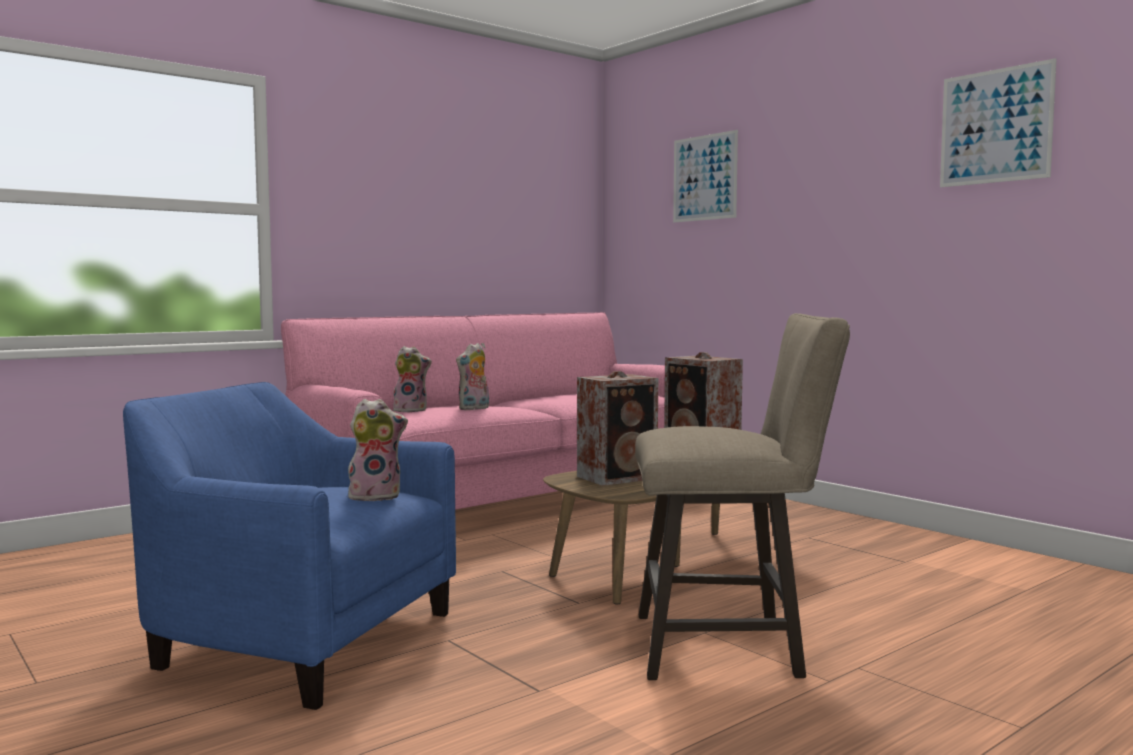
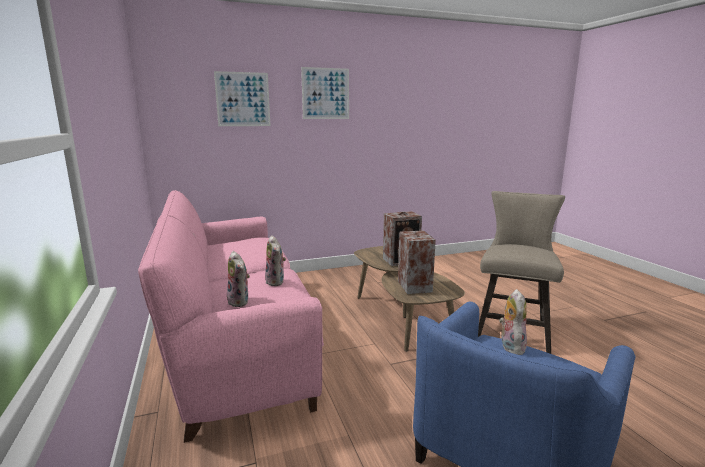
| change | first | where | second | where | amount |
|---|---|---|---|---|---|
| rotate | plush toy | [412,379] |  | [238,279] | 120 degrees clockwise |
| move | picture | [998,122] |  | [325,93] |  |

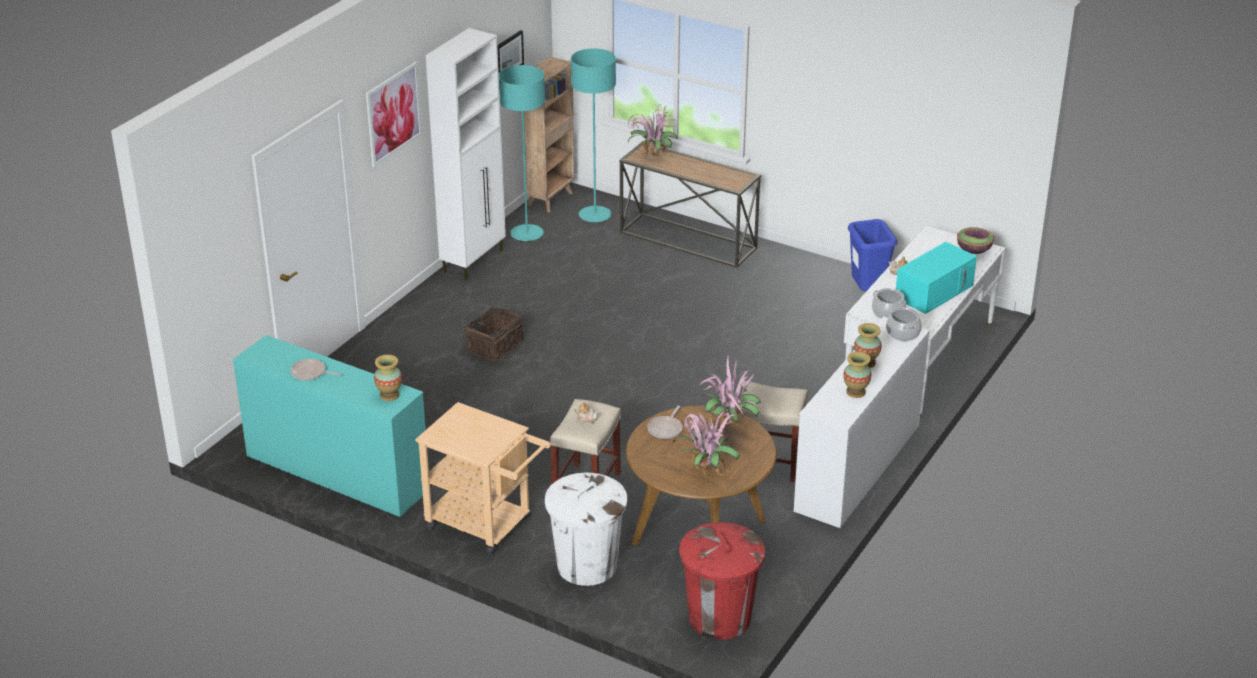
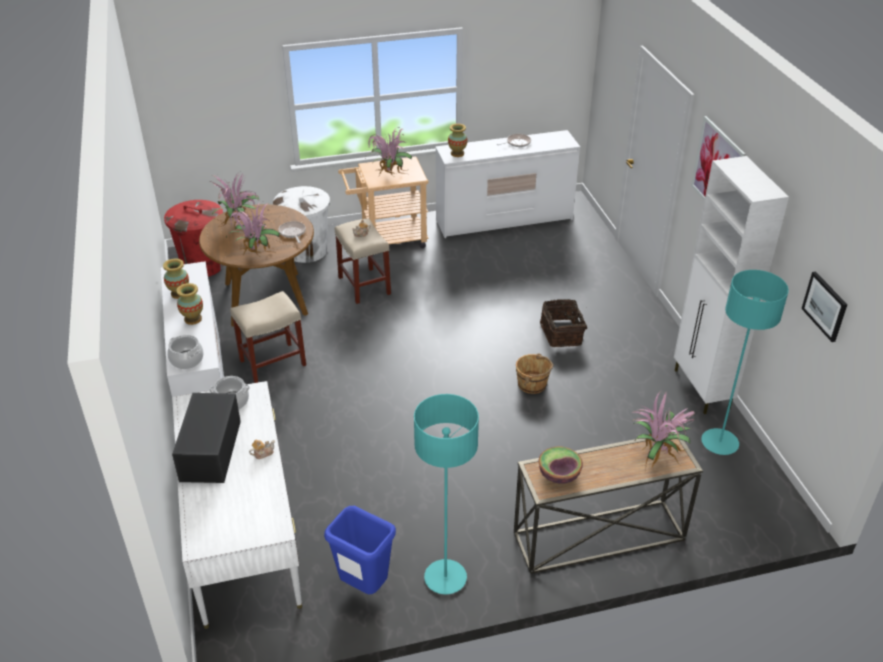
| change | first | where | second | where | amount |
|---|---|---|---|---|---|
| recolor | microwave (turquoise) | [936,278] | microwave (black) | [206,438] |  |
| insert |  |  | potted plant | [388,151] |  |
| move | floor lamp (turquoise) | [593,135] |  | [446,494] |  |
| recolor | dresser (turquoise) | [329,426] | dresser (white) | [507,184] |  |
| insert |  |  | bucket (brown) | [534,373] |  |
| move | bowl | [975,240] |  | [561,465] |  |
| delete | bookcase (brown) | [549,134] |  |  |  |

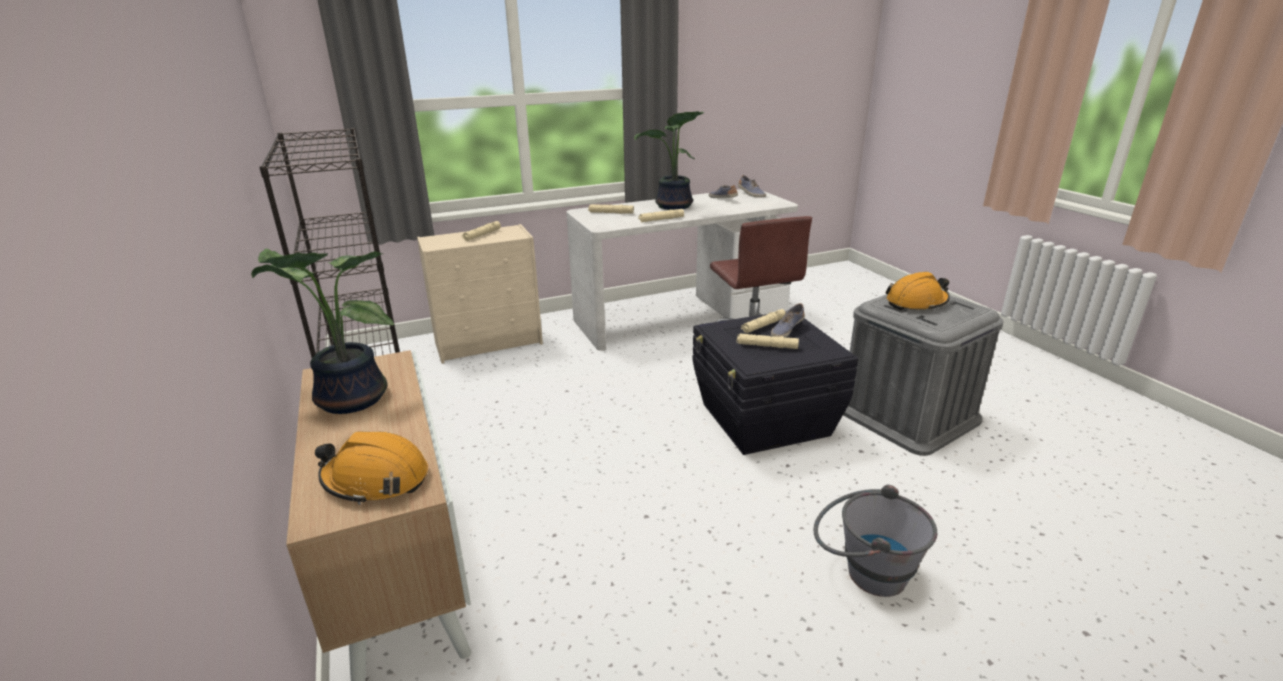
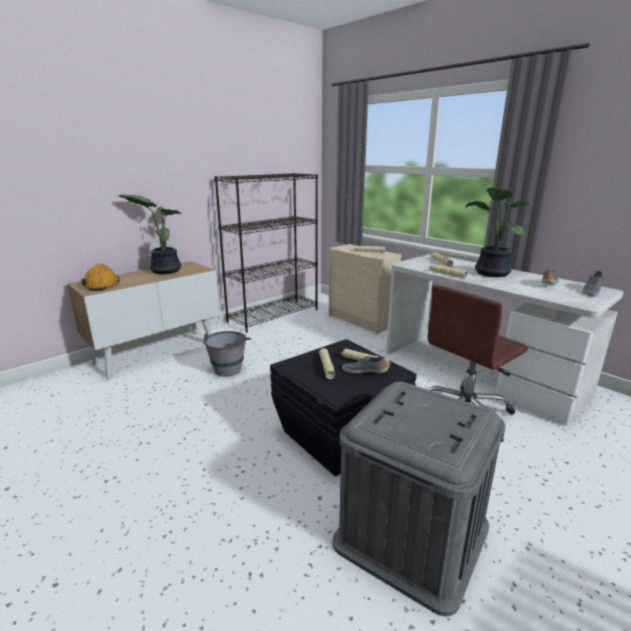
| change | first | where | second | where | amount |
|---|---|---|---|---|---|
| move | bucket (grey) | [875,541] |  | [227,354] |  |
| delete | hard hat (orange) | [917,291] |  |  |  |

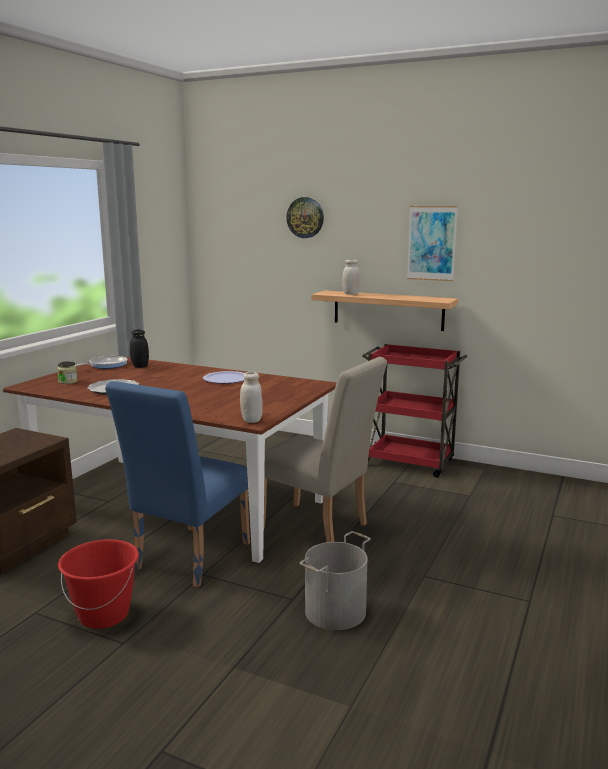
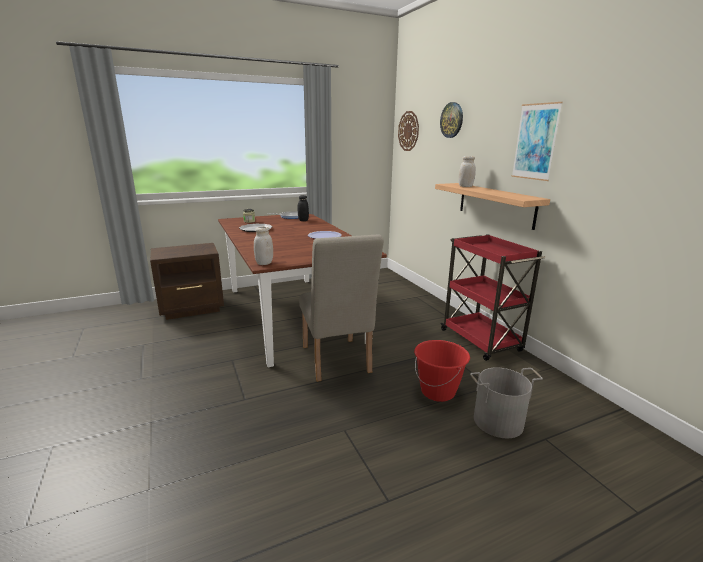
| change | first | where | second | where | amount |
|---|---|---|---|---|---|
| insert |  |  | wall clock | [408,131] |  |
| move | bucket (red) | [98,584] |  | [442,371] |  |
| move | bucket (grey) | [335,580] |  | [506,402] |  |
| delete | chair (blue) | [177,484] |  |  |  |

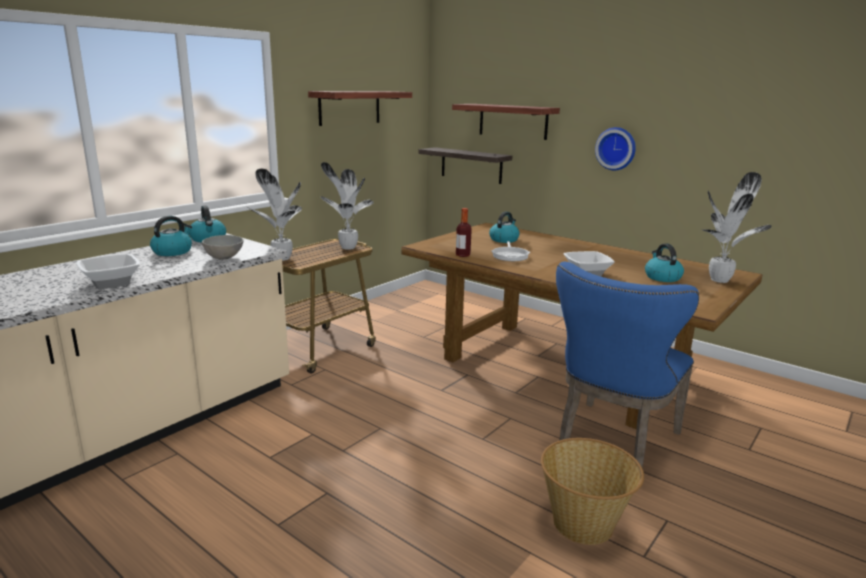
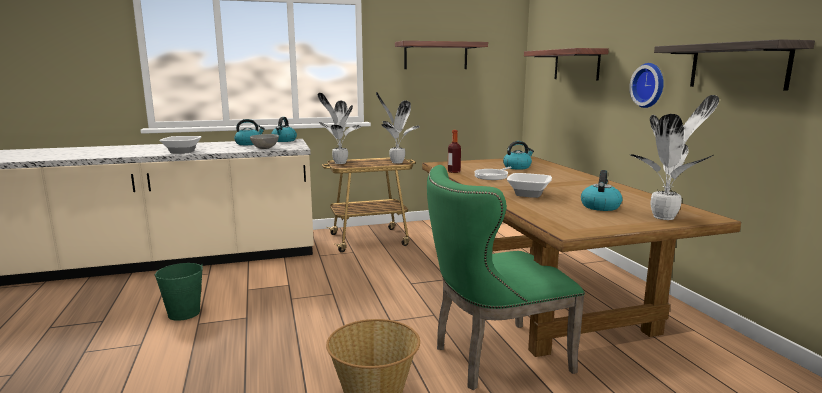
| change | first | where | second | where | amount |
|---|---|---|---|---|---|
| insert |  |  | bucket (green) | [178,292] |  |
| recolor | chair (blue) | [627,371] | chair (green) | [506,277] |  |
| move | shelf | [465,165] |  | [734,65] |  |

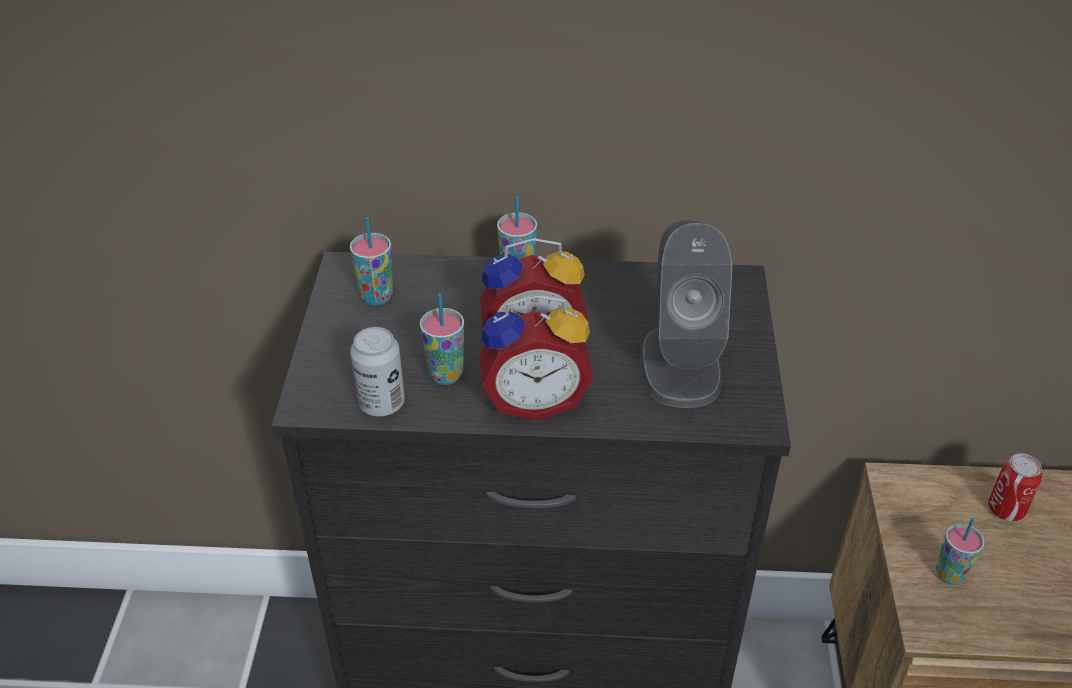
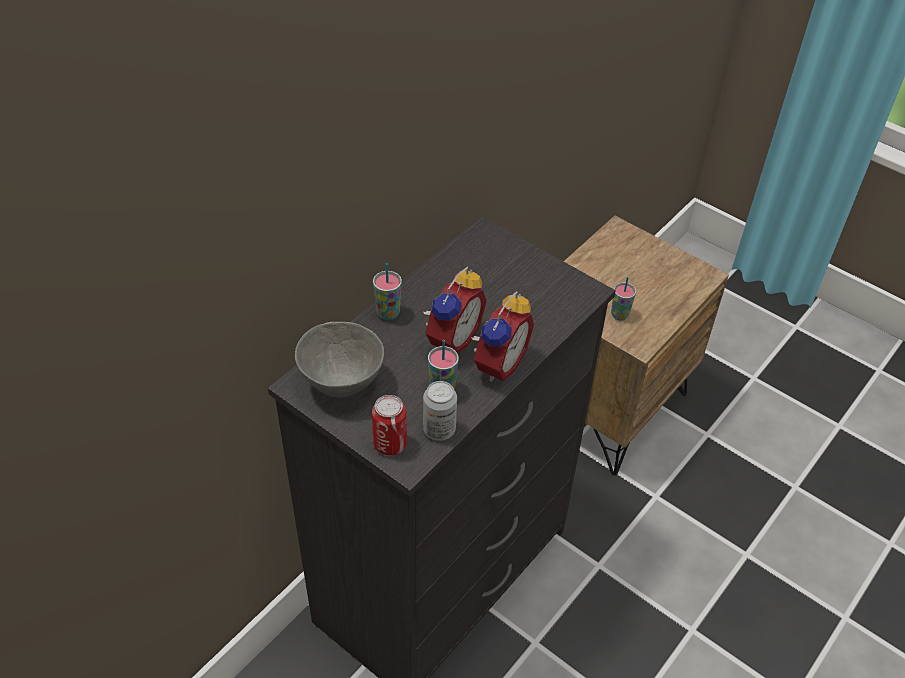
| change | first | where | second | where | amount |
|---|---|---|---|---|---|
| replace | cup | [371,261] | bowl (grey) | [339,359] |  |
| move | can | [1015,487] |  | [389,425] |  |
| delete | speaker (grey) | [686,314] |  |  |  |

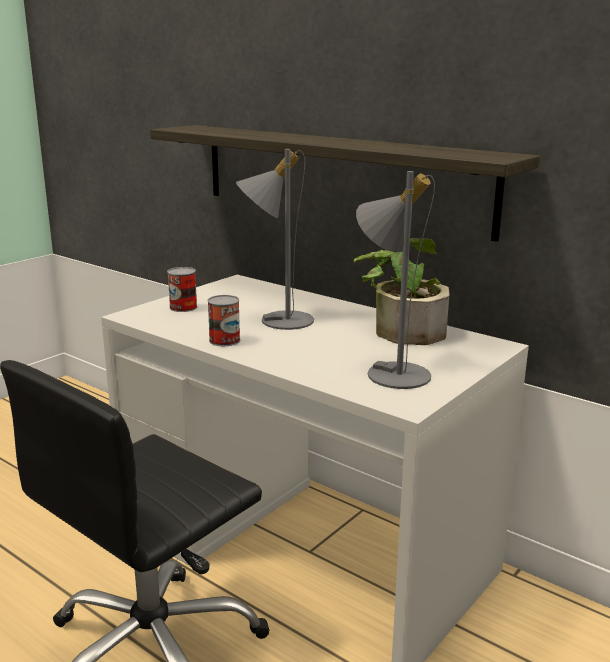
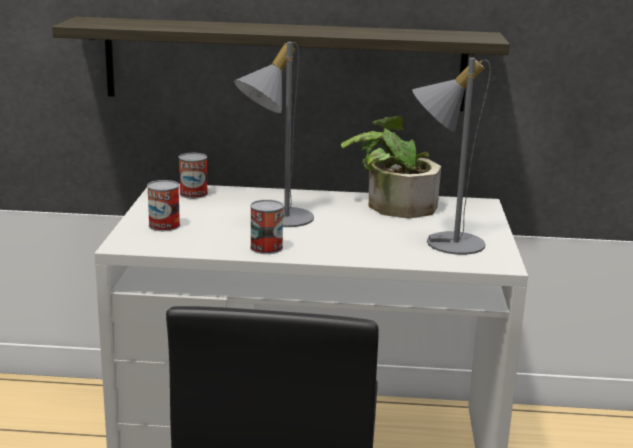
| change | first | where | second | where | amount |
|---|---|---|---|---|---|
| insert |  |  | can | [193,176] |  |

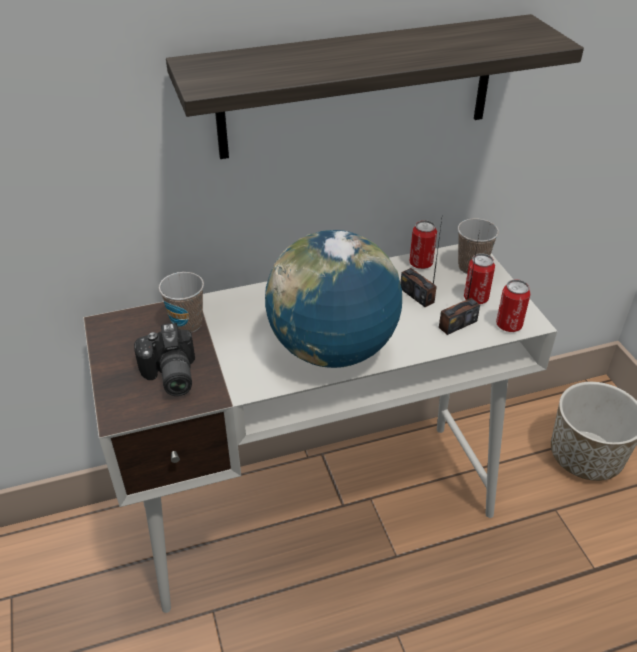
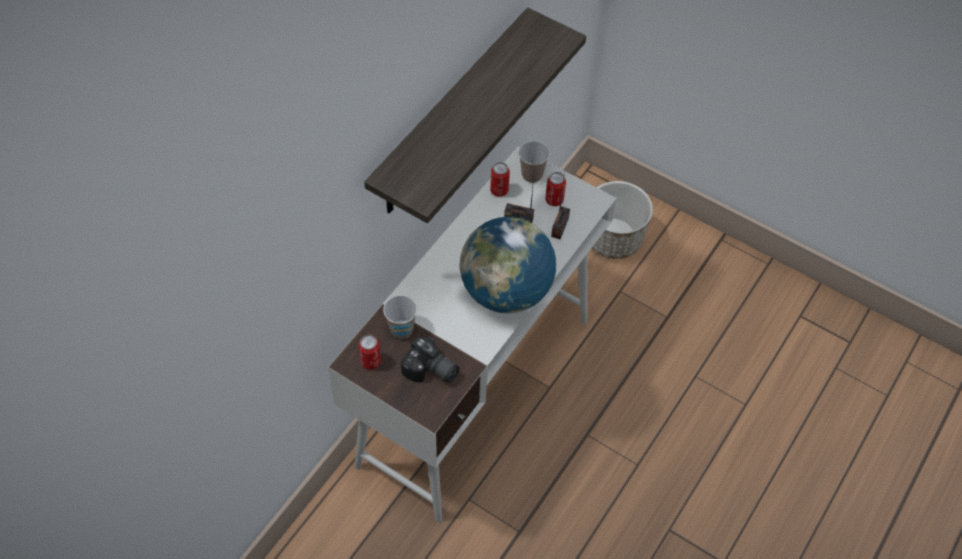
| change | first | where | second | where | amount |
|---|---|---|---|---|---|
| move | can | [513,305] |  | [369,352] |  |

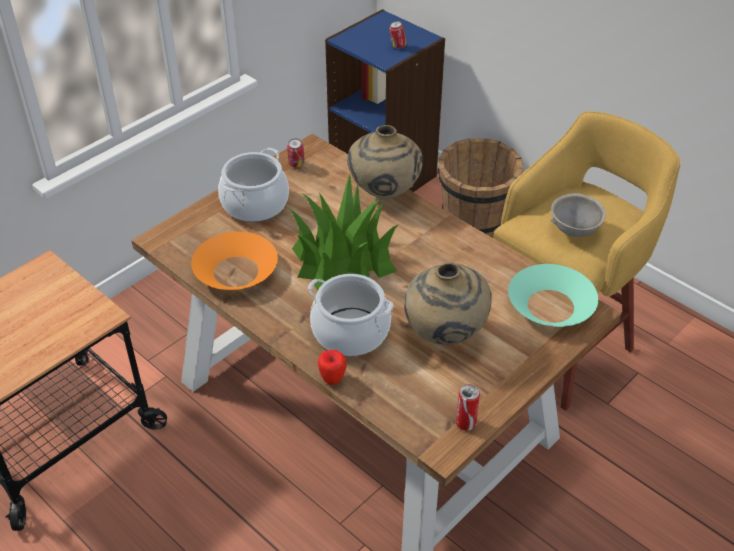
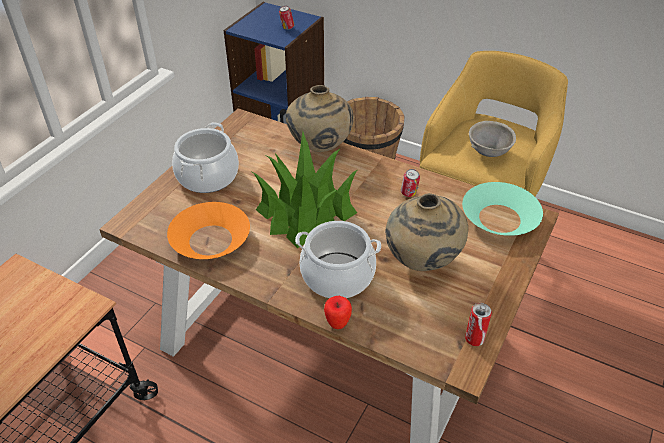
| change | first | where | second | where | amount |
|---|---|---|---|---|---|
| move | can | [295,152] |  | [410,183] |  |

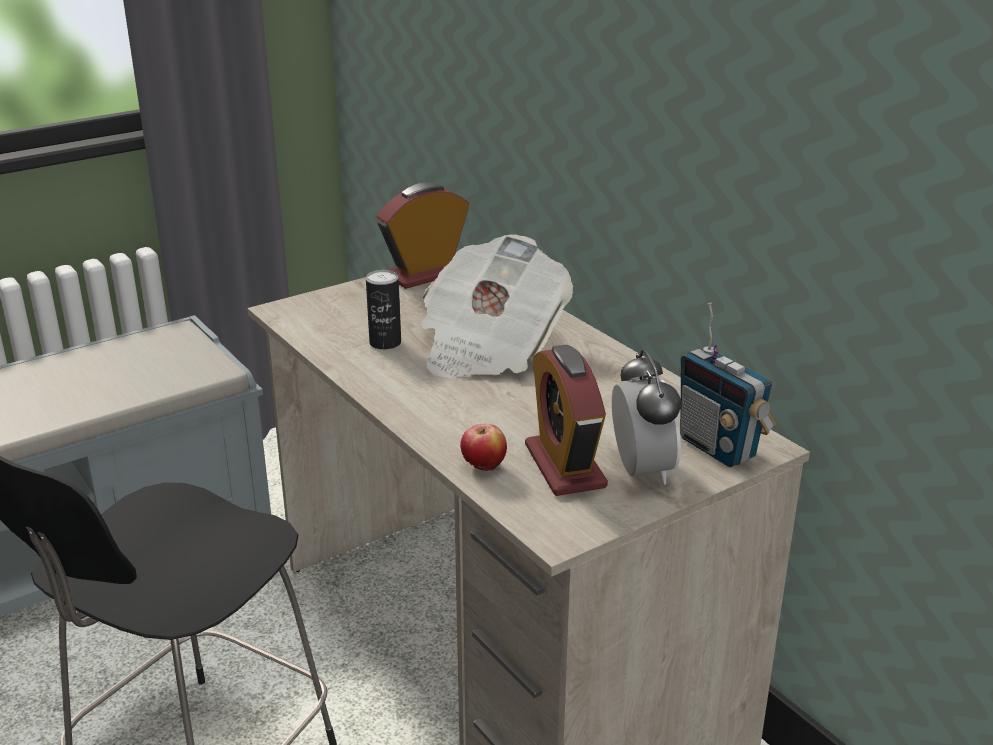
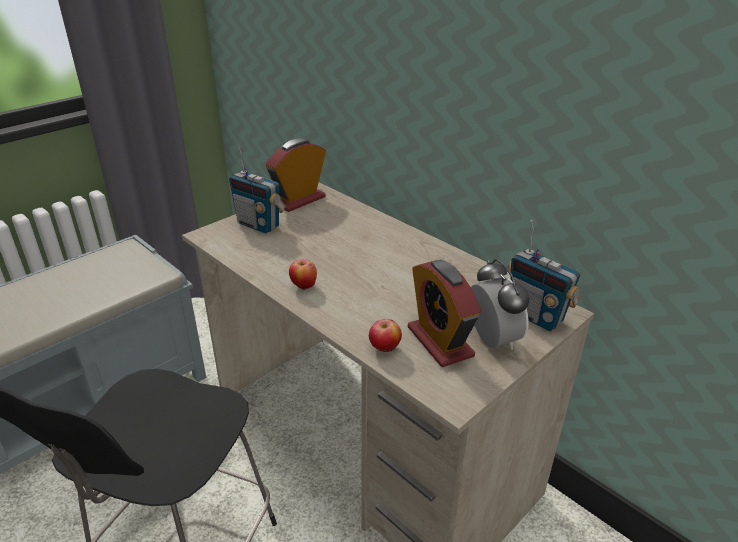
| change | first | where | second | where | amount |
|---|---|---|---|---|---|
| insert |  |  | radio | [257,189] |  |
| insert |  |  | apple | [303,274] |  |
| delete | can | [383,310] |  |  |  |
| delete | newspaper | [496,306] |  |  |  |

